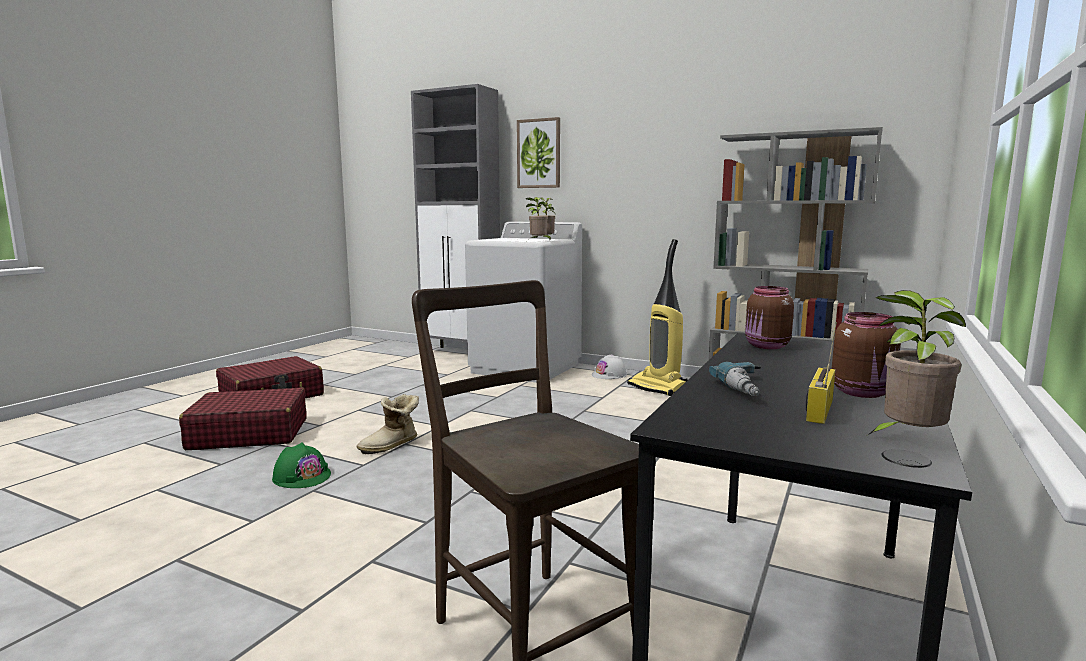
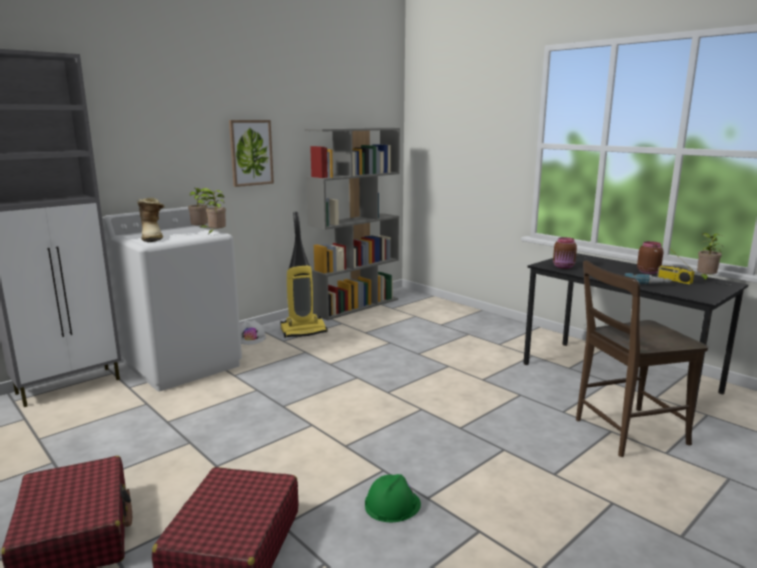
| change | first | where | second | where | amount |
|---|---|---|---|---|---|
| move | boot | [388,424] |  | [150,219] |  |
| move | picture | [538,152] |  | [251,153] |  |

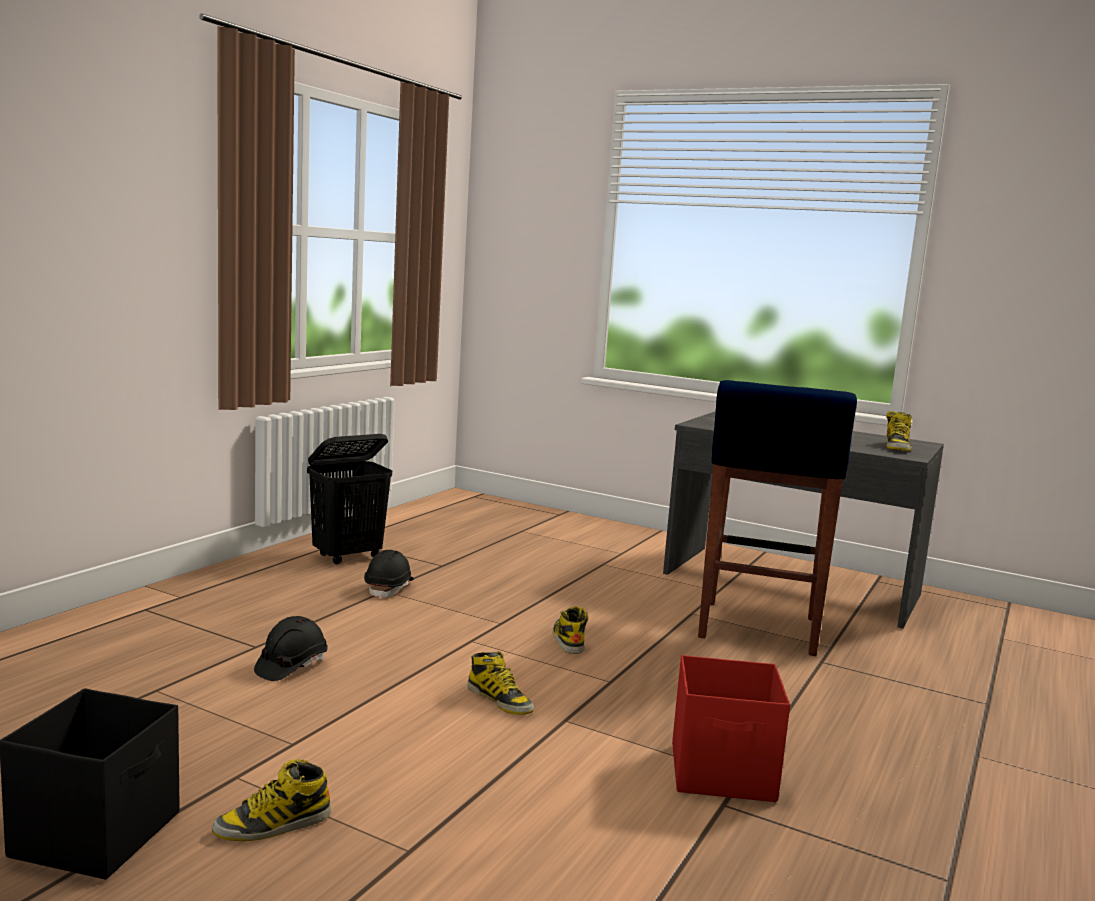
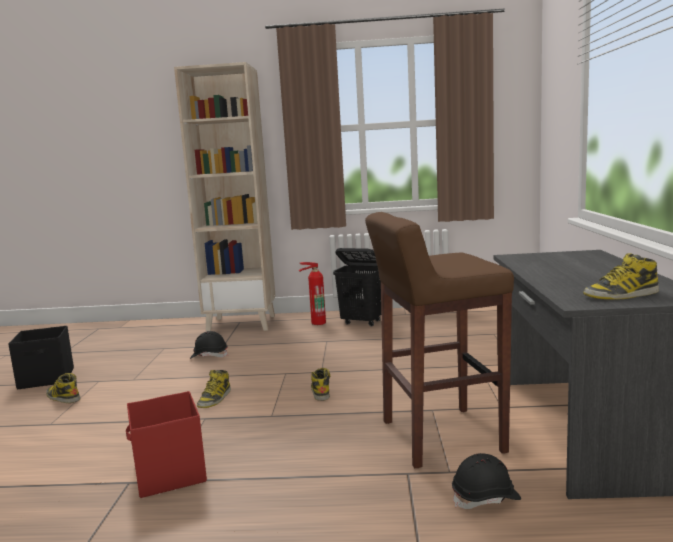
| change | first | where | second | where | amount |
|---|---|---|---|---|---|
| insert |  |  | bookcase (beige) | [225,197] |  |
| insert |  |  | fire extinguisher | [312,293] |  |
| rotate | boot | [570,630] |  | [321,384] | 60 degrees counterclockwise |
| recolor | stool (blue) | [777,518] | stool (brown) | [439,340] |  |
| move | hard hat (black) | [389,574] |  | [486,481] |  |

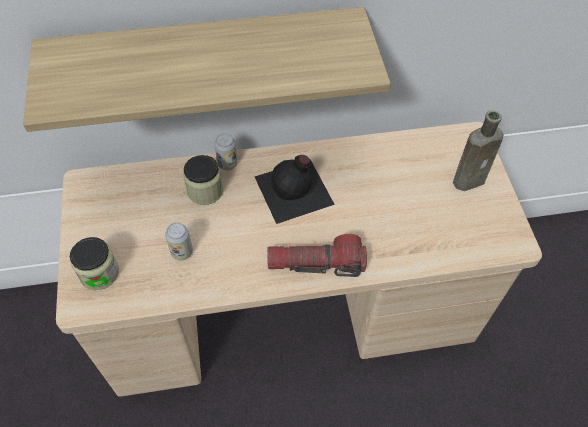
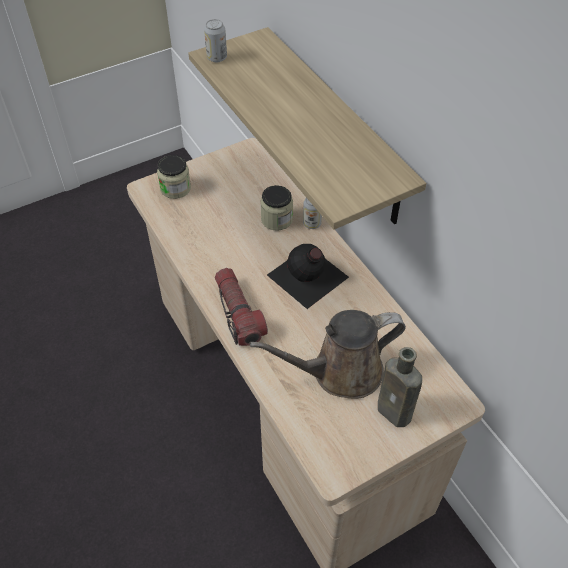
| change | first | where | second | where | amount |
|---|---|---|---|---|---|
| move | can | [179,241] |  | [215,40] |  |
| insert |  |  | watering can (brown) | [327,354] |  |

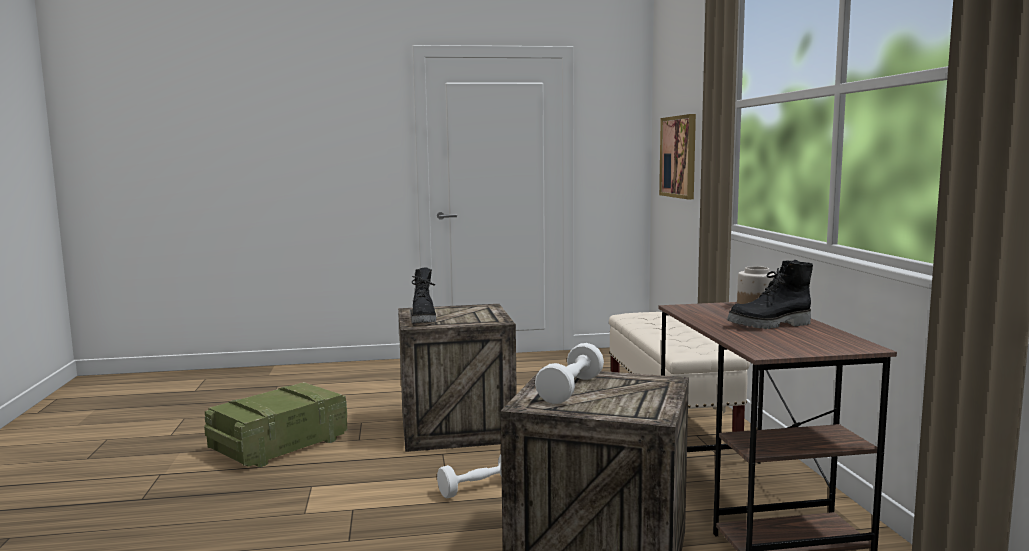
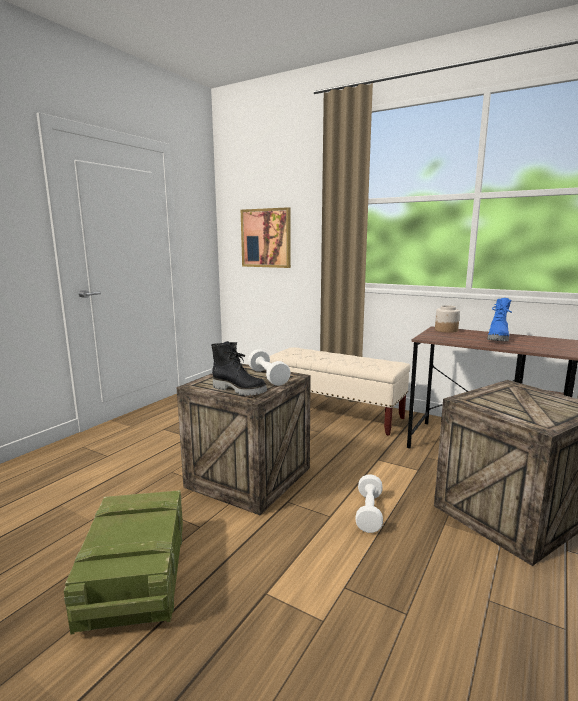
| change | first | where | second | where | amount |
|---|---|---|---|---|---|
| move | dumbbell (white) | [569,373] |  | [269,367] |  |
| recolor | boot (black) | [770,294] | boot (blue) | [499,319] |  |

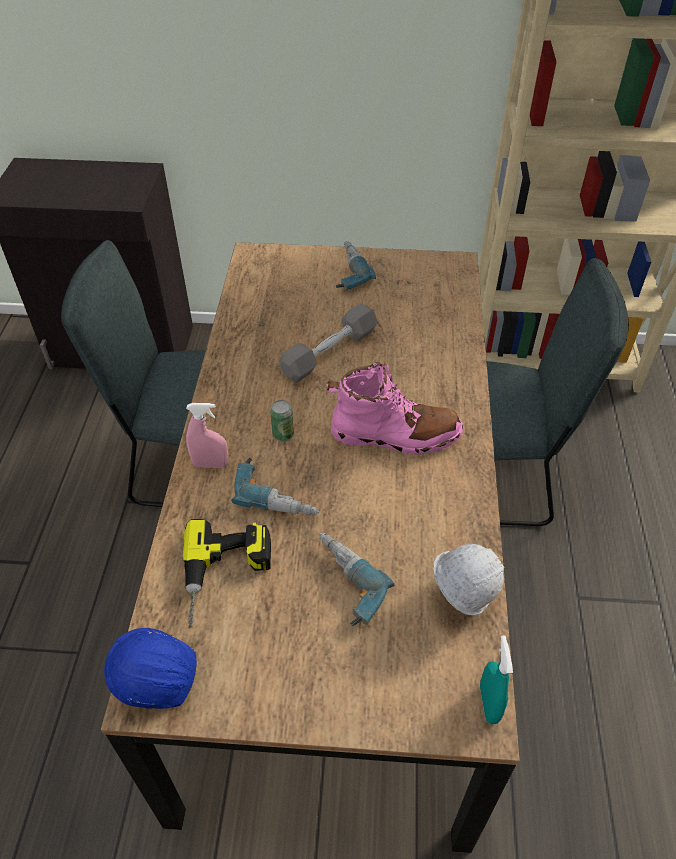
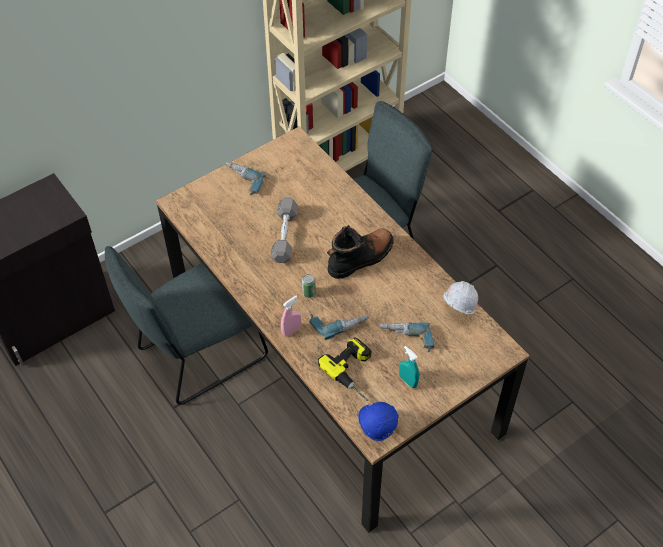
| change | first | where | second | where | amount |
|---|---|---|---|---|---|
| recolor | boot (pink) | [395,408] | boot (black) | [360,252] |  |
| move | spray bottle (turquoise) | [496,679] |  | [409,367] |  |

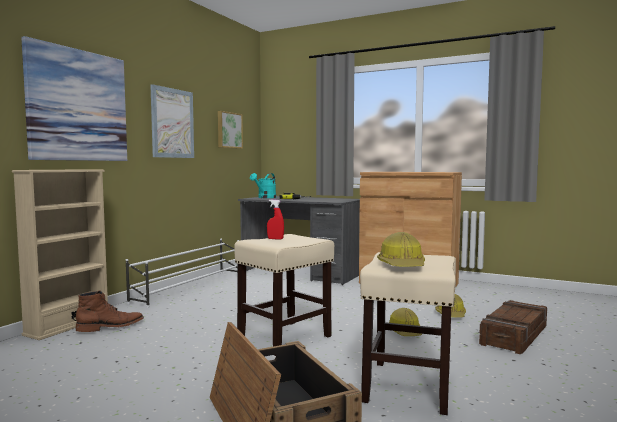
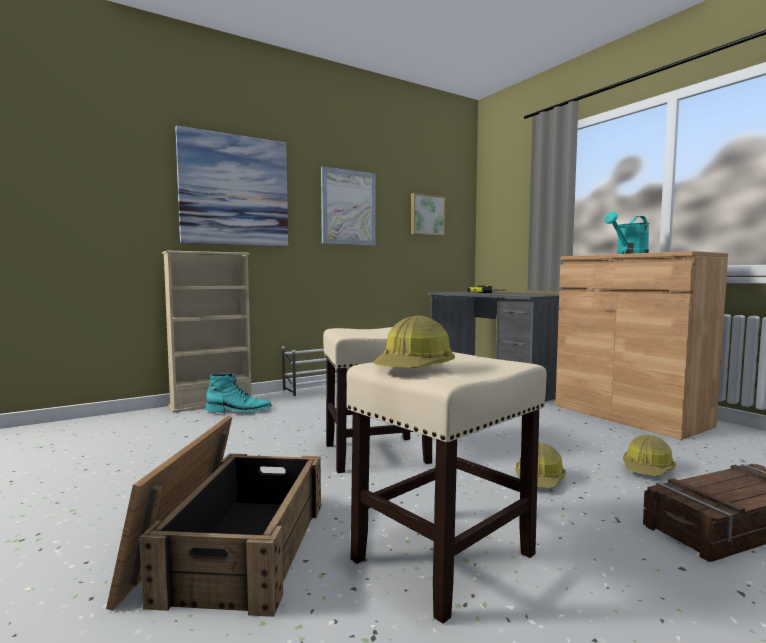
| change | first | where | second | where | amount |
|---|---|---|---|---|---|
| recolor | boot (brown) | [110,311] | boot (turquoise) | [238,393] |  |
| move | watering can (turquoise) | [263,185] |  | [627,233] |  |
| delete | spray bottle (red) | [275,219] |  |  |  |

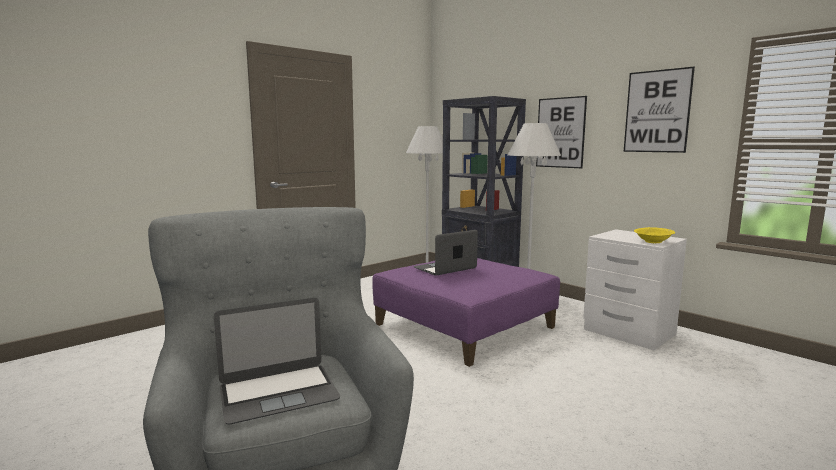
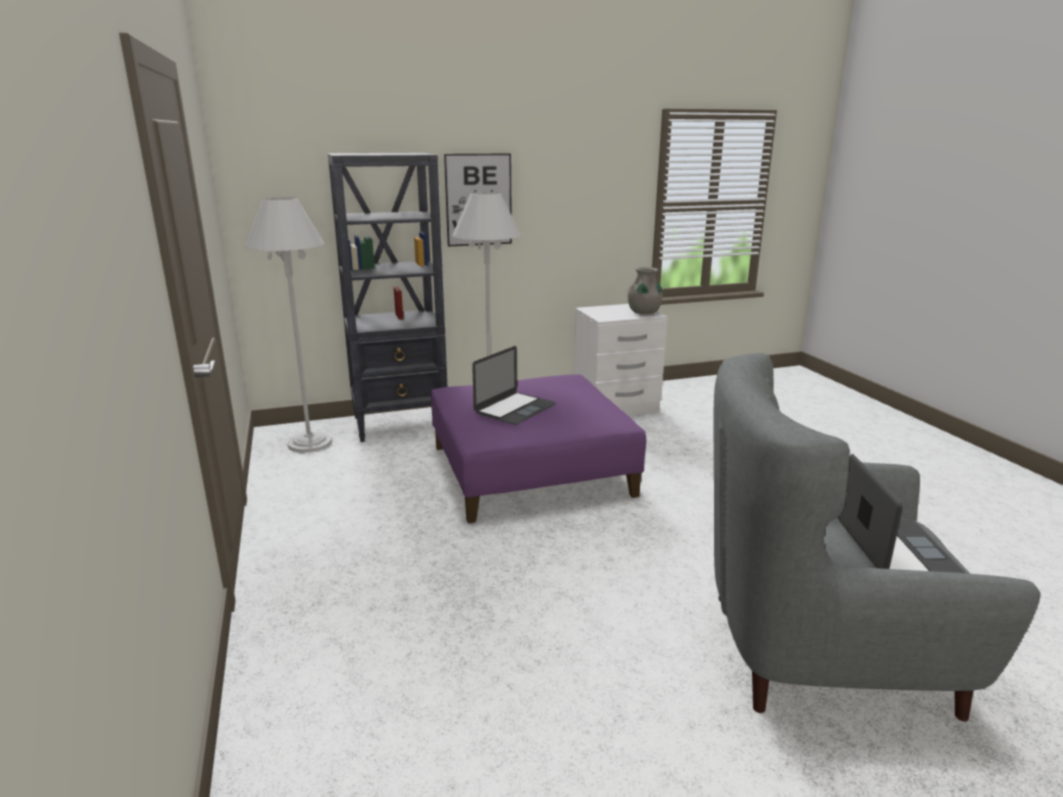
| change | first | where | second | where | amount |
|---|---|---|---|---|---|
| rotate | laptop | [446,253] |  | [514,385] | 135 degrees counterclockwise |
| replace | bowl (yellow) | [654,235] | vase (grey) | [645,290] |  |
| delete | picture | [659,110] |  |  |  |

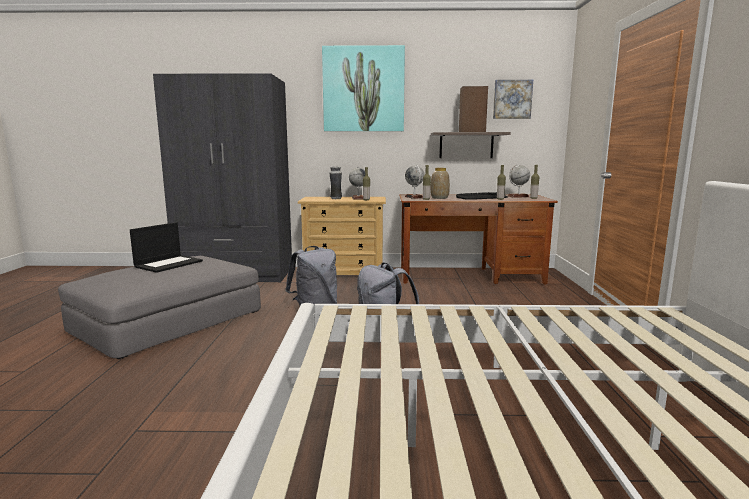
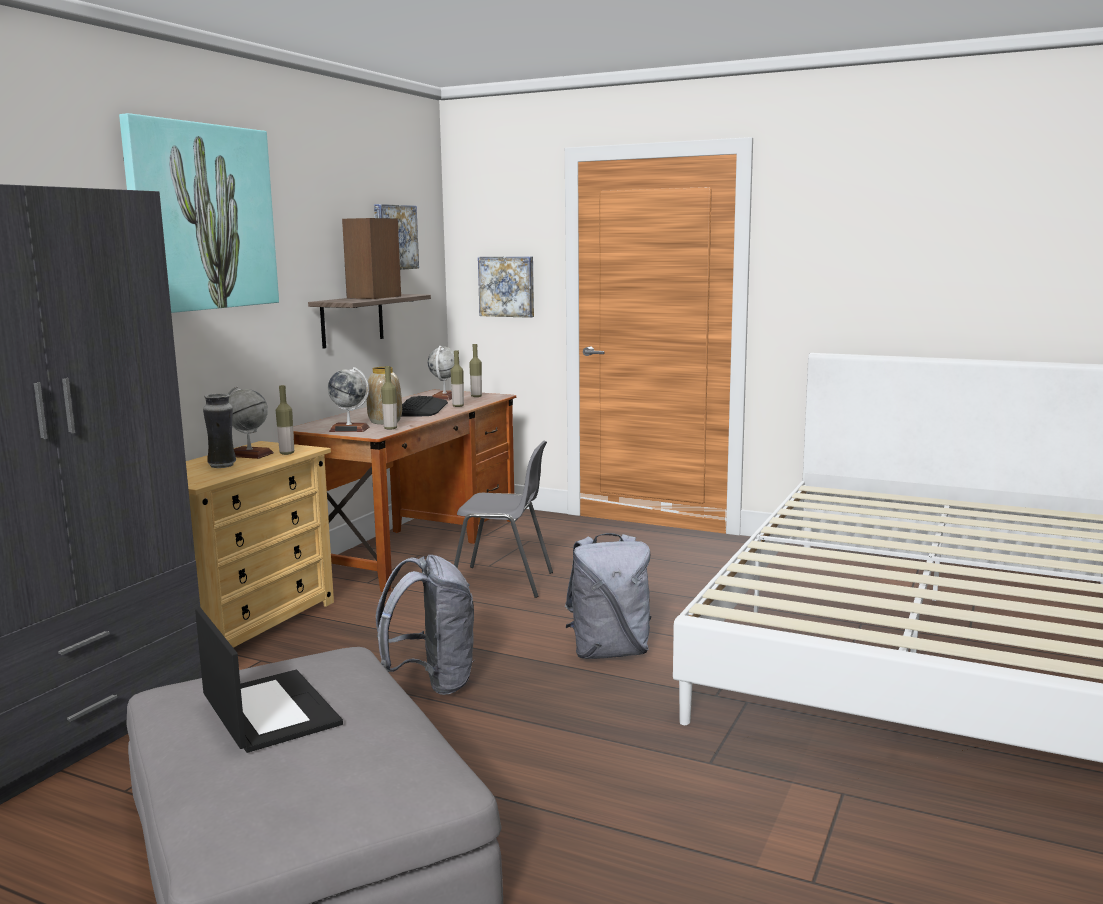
| change | first | where | second | where | amount |
|---|---|---|---|---|---|
| insert |  |  | chair (grey) | [503,519] |  |
| insert |  |  | picture | [506,287] |  |

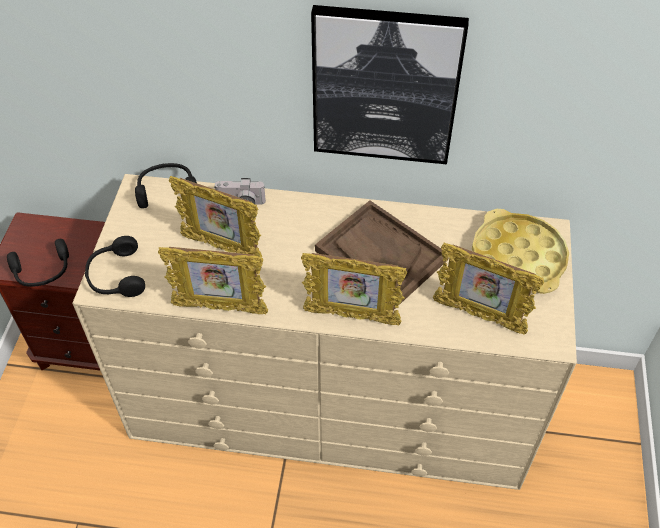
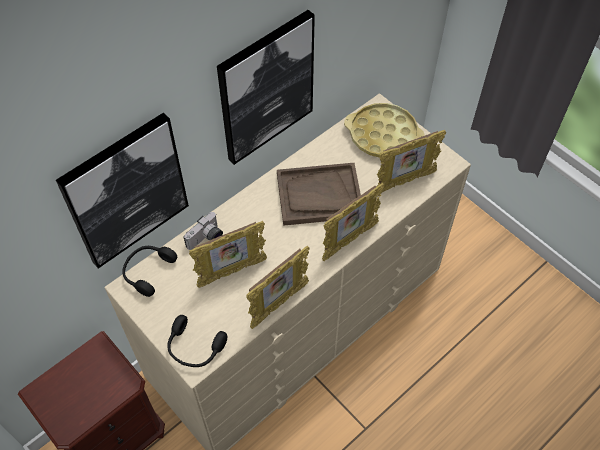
| change | first | where | second | where | amount |
|---|---|---|---|---|---|
| insert |  |  | picture | [122,190] |  |
| delete | headphones (black) | [38,263] |  |  |  |

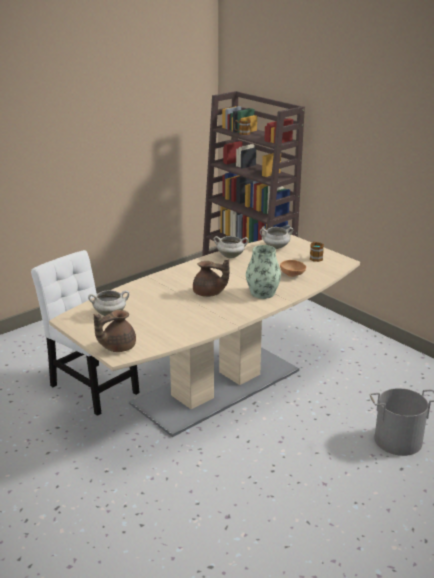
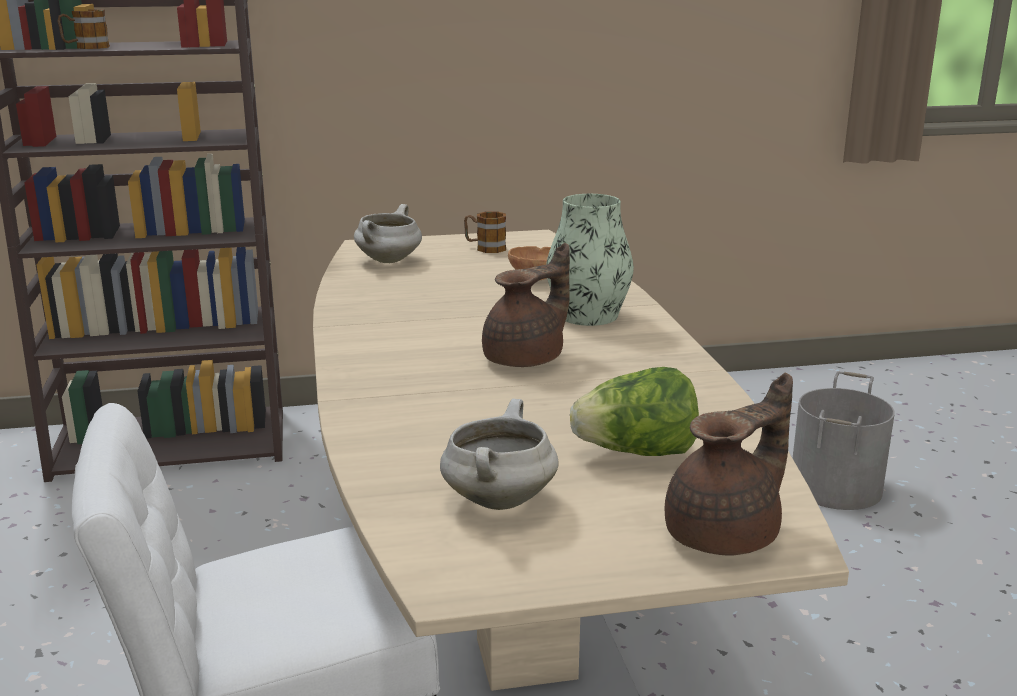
| change | first | where | second | where | amount |
|---|---|---|---|---|---|
| insert |  |  | lettuce | [634,411] |  |
| rotate | teapot (brown) | [115,331] |  | [729,464] | 120 degrees counterclockwise |
| delete | cooking pot (white) | [231,247] |  |  |  |

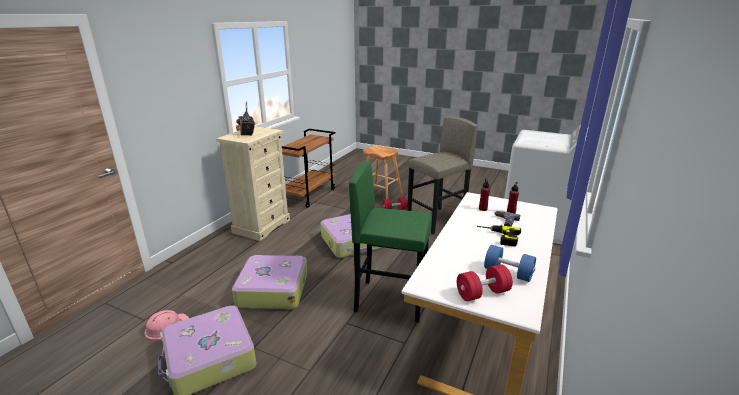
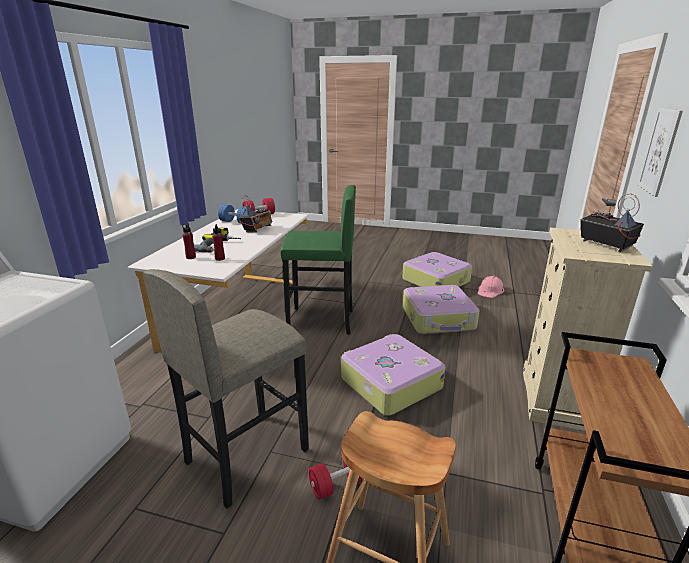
| change | first | where | second | where | amount |
|---|---|---|---|---|---|
| insert |  |  | radio | [255,213] |  |
| insert |  |  | picture | [660,152] |  |

